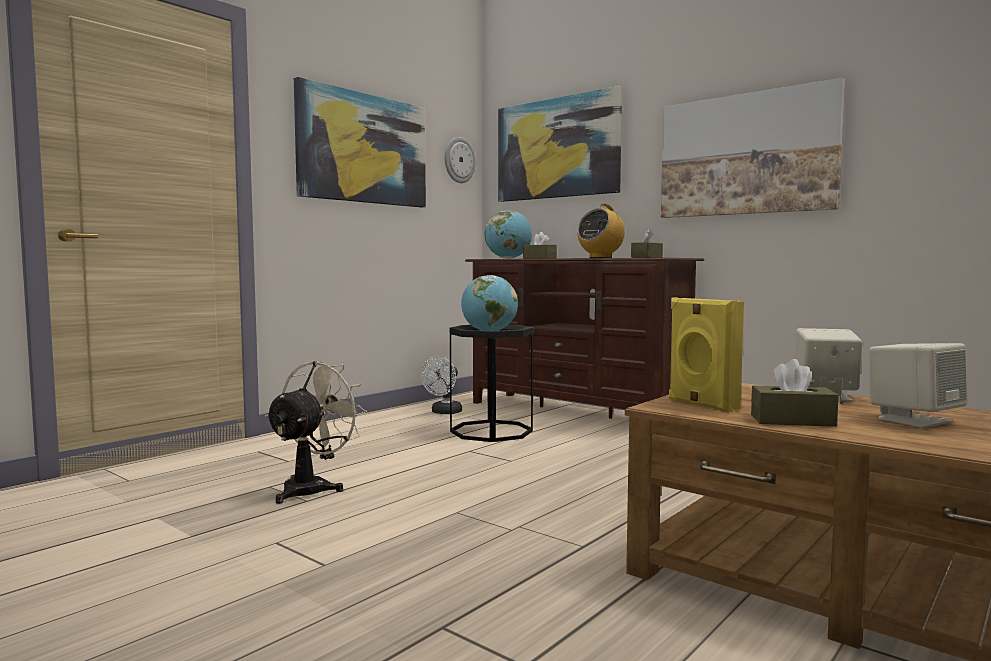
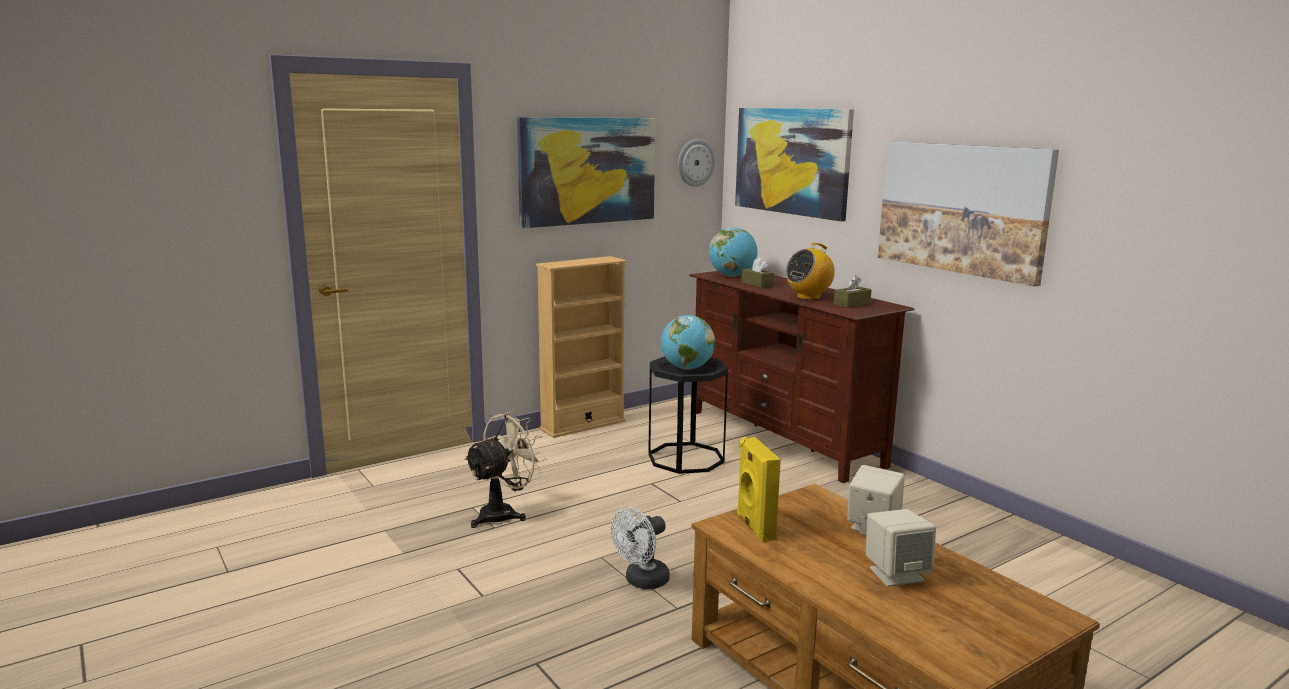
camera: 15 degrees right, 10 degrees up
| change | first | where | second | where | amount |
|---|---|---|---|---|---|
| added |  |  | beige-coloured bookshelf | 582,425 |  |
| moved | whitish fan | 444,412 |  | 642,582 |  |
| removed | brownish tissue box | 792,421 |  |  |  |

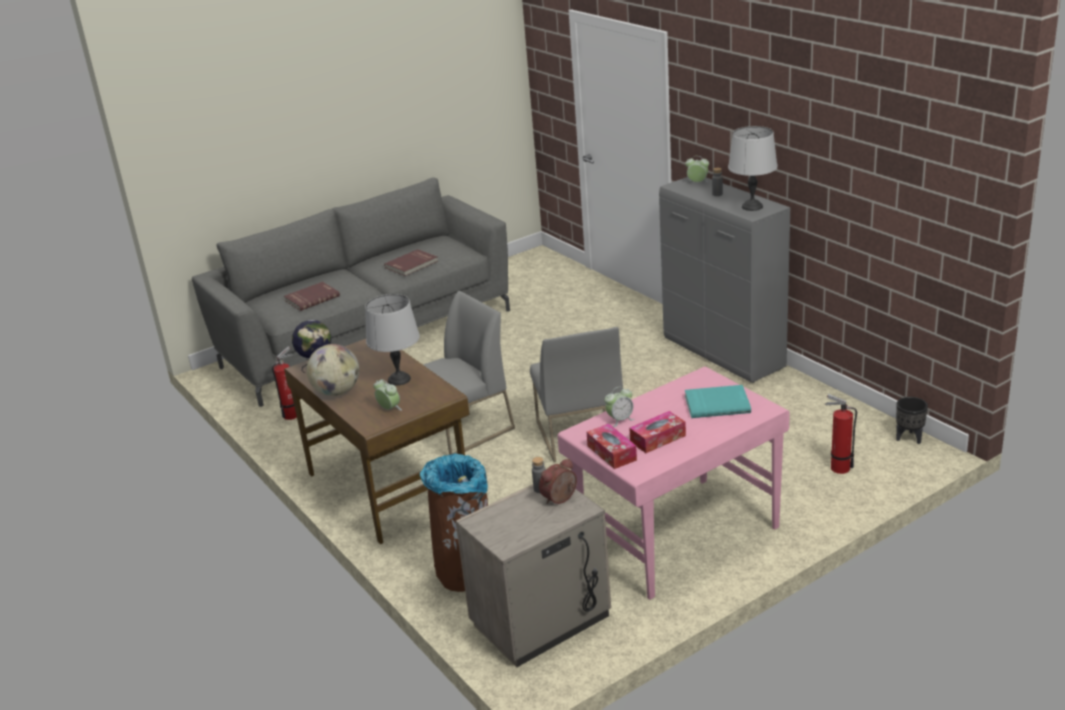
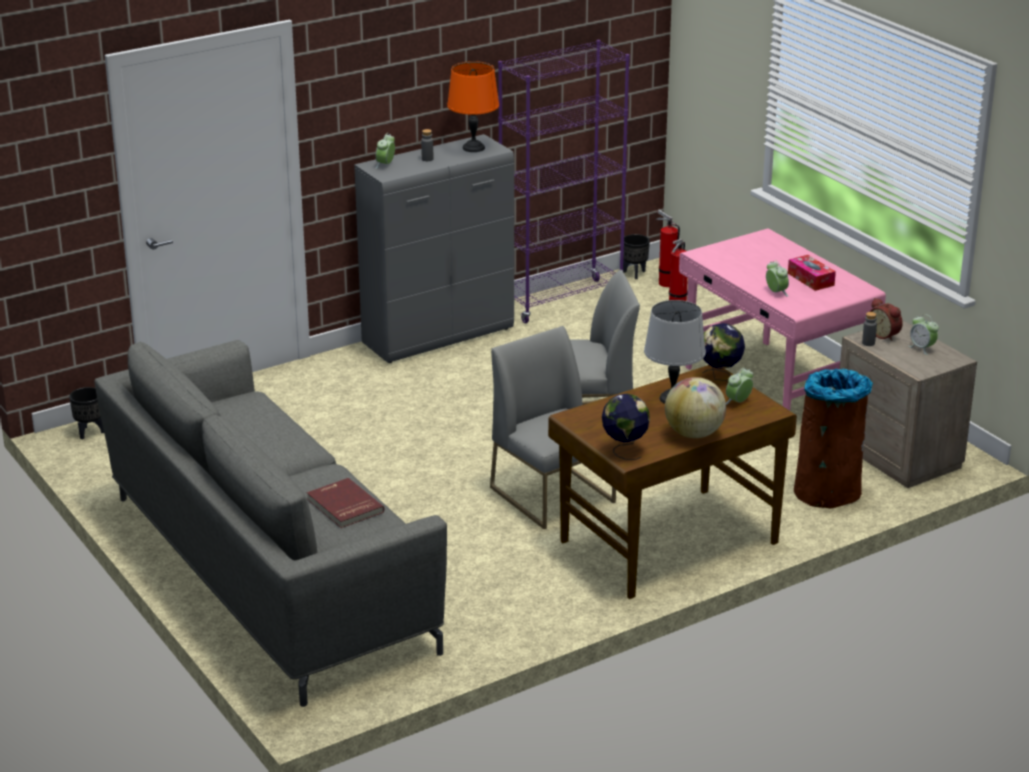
camera: 90 degrees left, 0 degrees up
| change | first | where | second | where | amount |
|---|---|---|---|---|---|
| added |  |  | blackish plant pot | 90,432 |  |
| recoloured | gray lamp for a table | 751,207 | orange-coloured lamp for a table | 473,148 |  |
| added |  |  | purplish bookshelf | 561,301 |  |
| moved | fire-fighting cylinder | 293,414 |  | 665,282 |  |
| added |  |  | globe | 720,377 |  |
| added |  |  | table clock | 922,348 |  |
| removed | reddish book | 412,264 |  |  |  |
| removed | tissue box | 611,453 |  |  |  |
| removed | blue-green book | 717,403 |  |  |  |

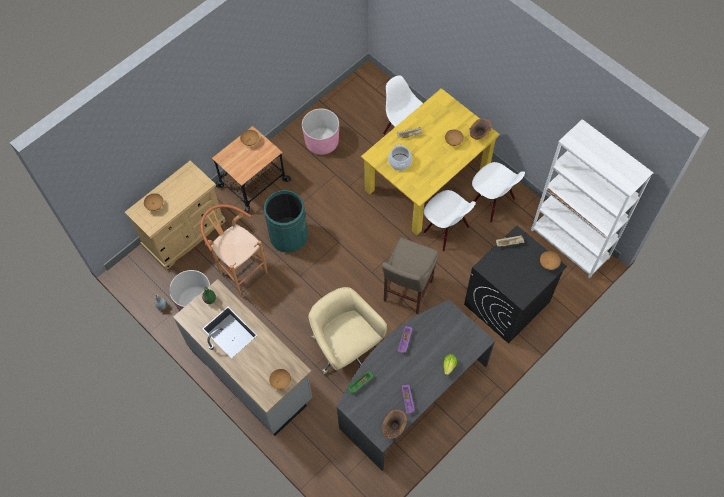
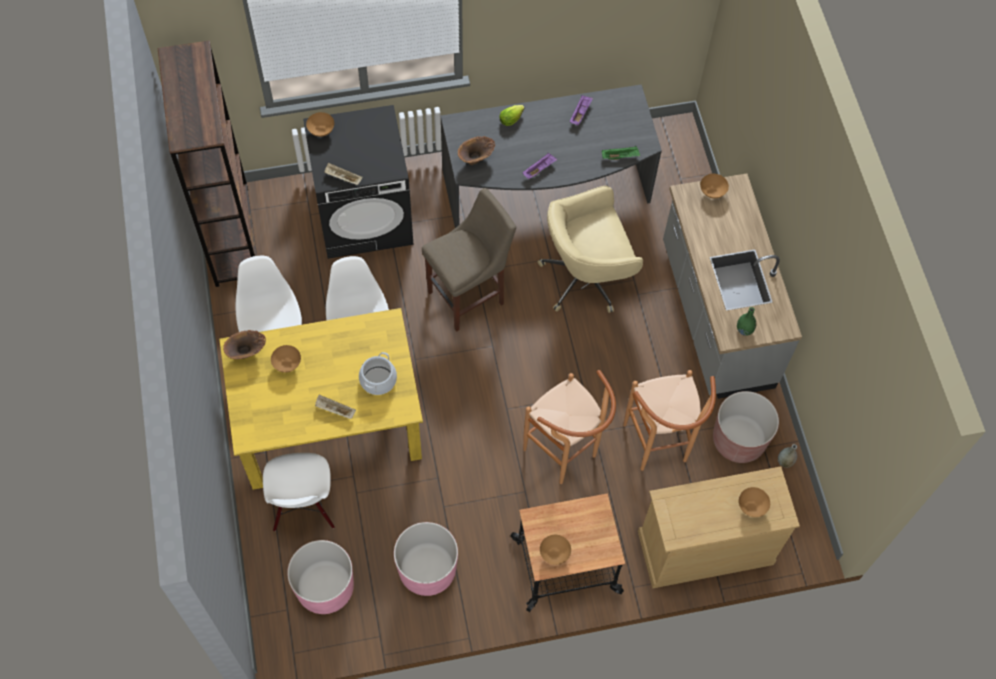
camera: 150 degrees left, 0 degrees up
| change | first | where | second | where | amount |
|---|---|---|---|---|---|
| recoloured | whitish bookshelf | 570,244 | brownish bookshelf | 232,236 |  |
| added |  |  | pink-coloured plant pot | 325,588 |  |
| moved | brownish flower vase | 393,428 |  | 476,159 |  |
| replaced | green rubbish bin | 288,236 | brownish stool | 565,456 |  |
| turned | beige-coloured computer chair | 346,349 |  | 586,277 | 75 degrees clockwise |

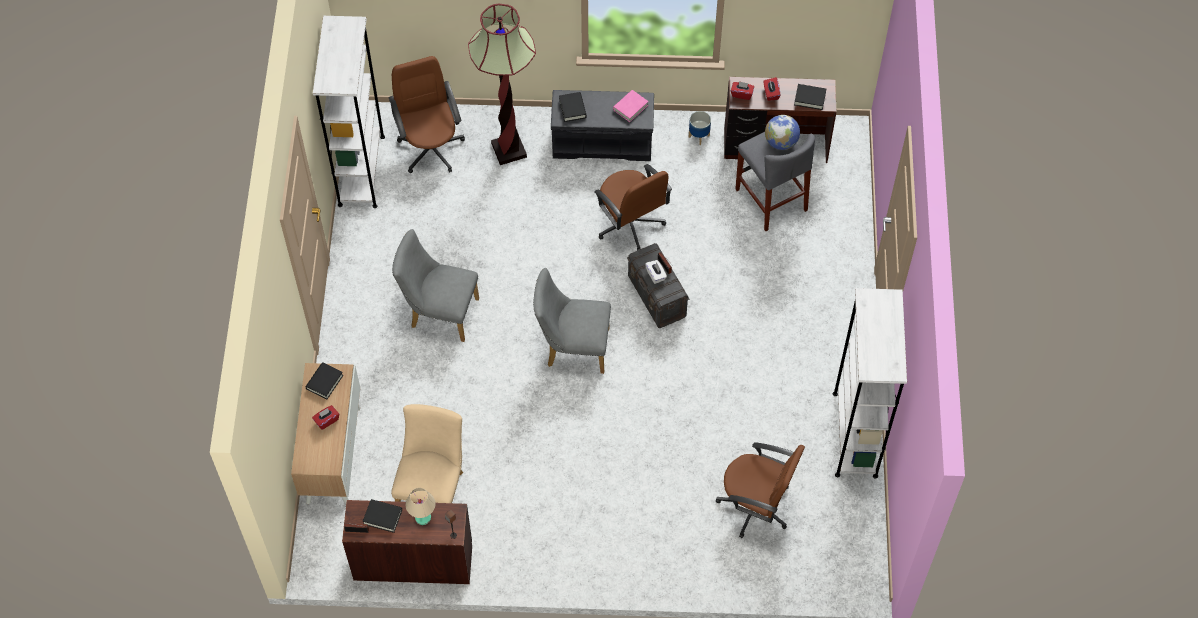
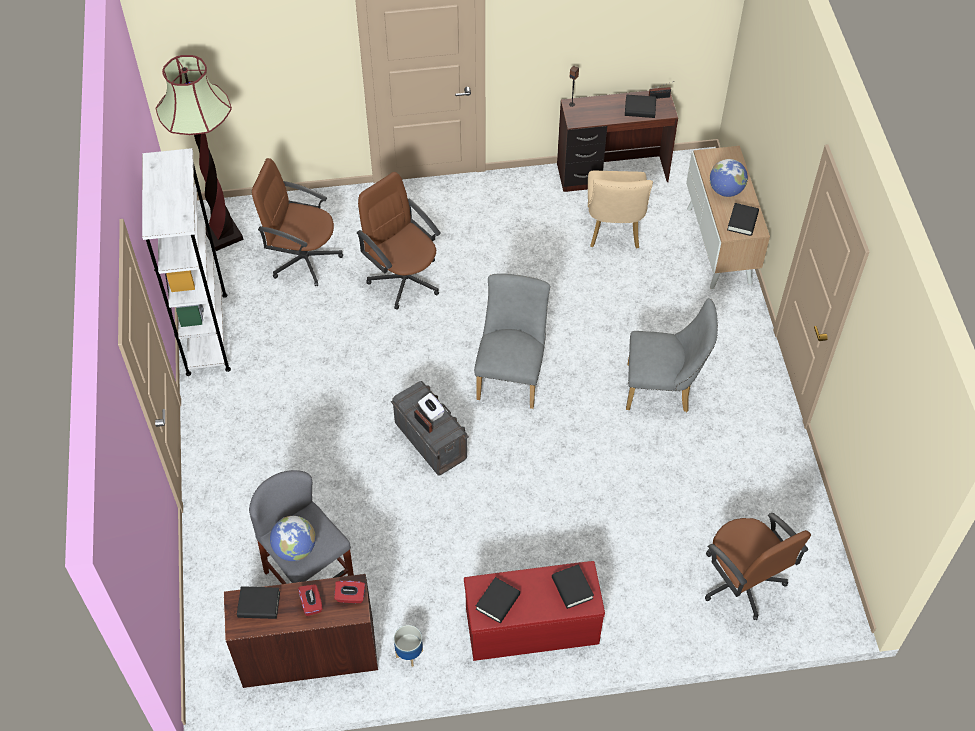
camera: 170 degrees right, 5 degrees down
| change | first | where | second | where | amount |
|---|---|---|---|---|---|
| moved | standing lamp | 509,150 |  | 223,235 |  |
| moved | brownish computer chair | 630,224 |  | 404,279 |  |
| recoloured | gray bench | 603,140 | reddish bench | 531,627 |  |
| turned | gray chair | 572,347 |  | 511,374 | 75 degrees counterclockwise |
| recoloured | pink-coloured book | 630,107 | blackish book | 498,602 |  |
| replaced | reddish tissue box | 326,420 | globe | 726,190 |  |
| removed | whitish bookshelf | 361,170 |  |  |  |
| removed | beige-coloured lamp for a table | 423,517 |  |  |  |

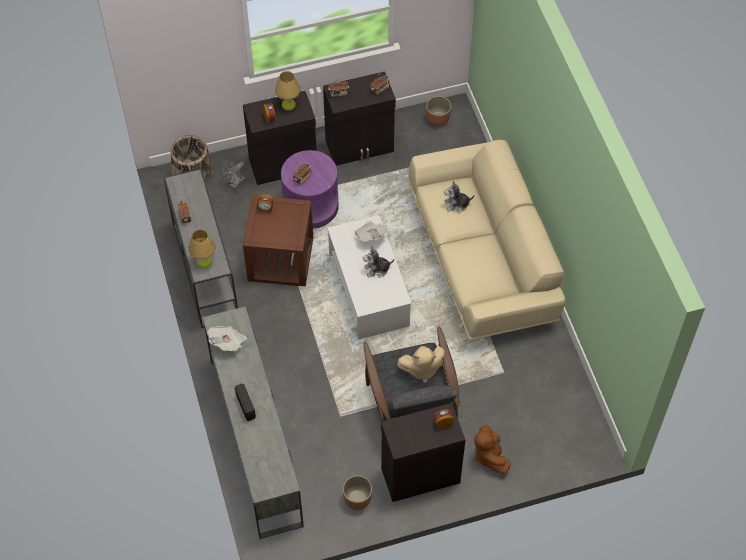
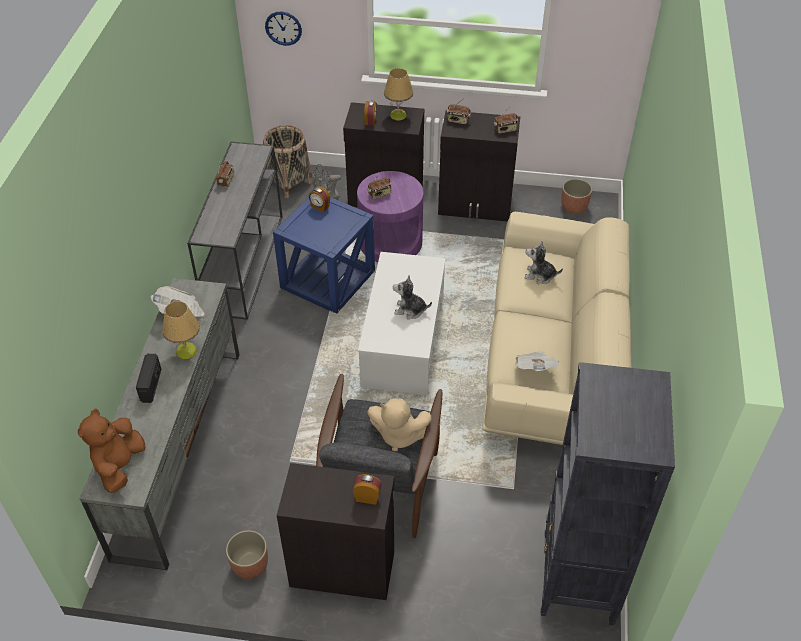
camera: 25 degrees right, 10 degrees down
| change | first | where | second | where | amount |
|---|---|---|---|---|---|
| moved | brownish cuddly toy | 489,456 |  | 119,466 |  |
| moved | lamp for a table | 204,261 |  | 186,351 |  |
| added |  |  | wall clock | 283,28 |  |
| recoloured | brownish accent table | 280,259 | bluish accent table | 328,279 |  |
| moved | printed paper | 370,236 |  | 535,368 |  |
| added |  |  | blackish bookshelf | 577,579 |  |

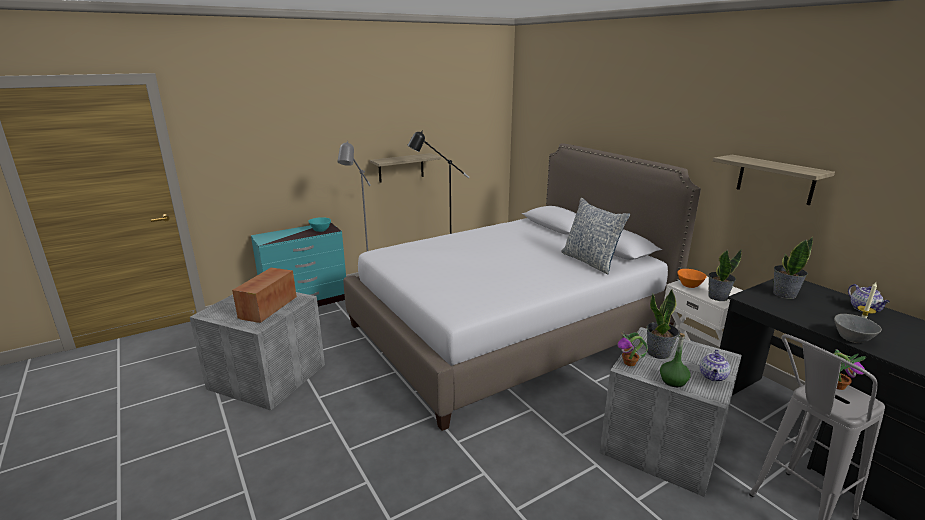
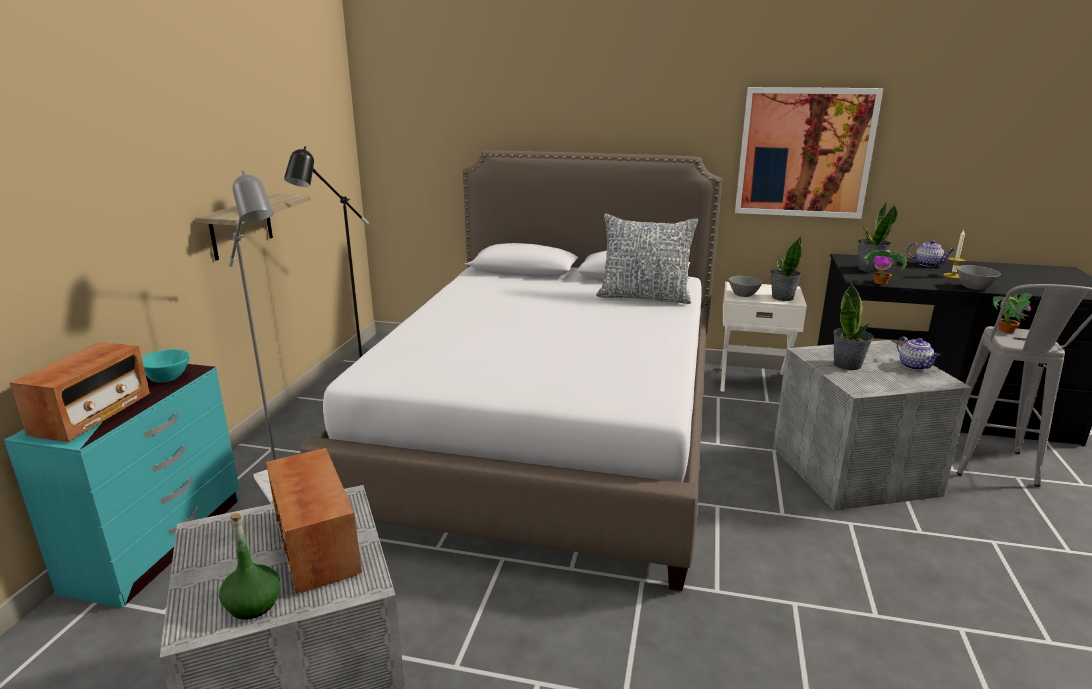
camera: 45 degrees left, 0 degrees up
| change | first | where | second | where | amount |
|---|---|---|---|---|---|
| added |  |  | radio set | 92,415 |  |
| moved | green drink bottle | 673,381 |  | 253,604 |  |
| recoloured | orange-coloured serving bowl | 689,285 | gray serving bowl | 743,295 |  |
| replaced | wall shelf | 775,179 | wall art | 804,153 |  |
| moved | plant in a pot | 630,363 |  | 881,282 |  |

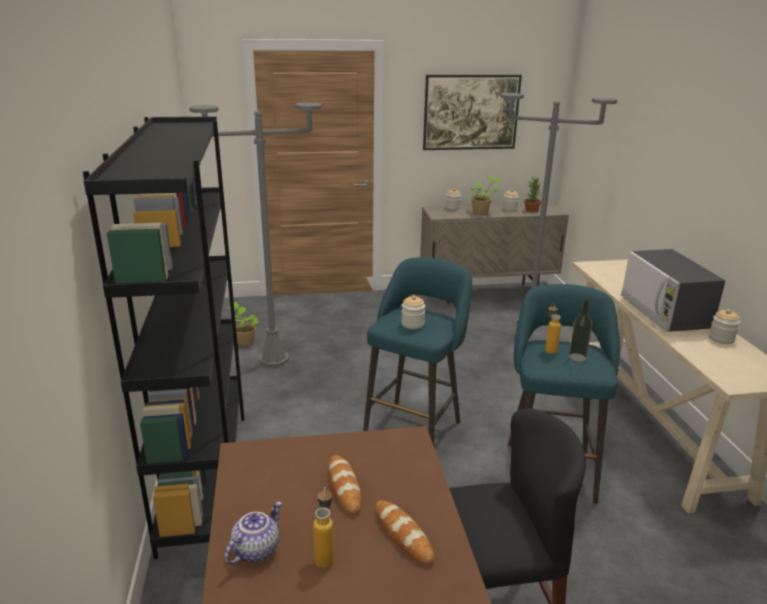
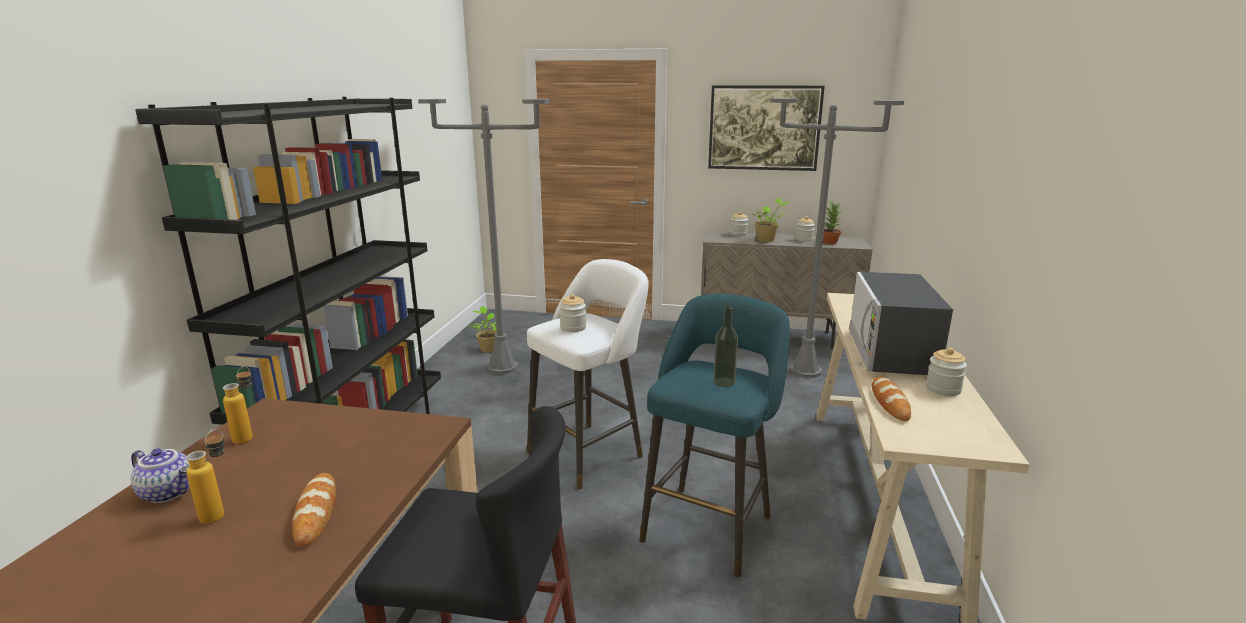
camera: 20 degrees right, 5 degrees down
| change | first | where | second | where | amount |
|---|---|---|---|---|---|
| turned | teapot | 255,550 |  | 170,492 | 60 degrees clockwise |
| moved | drink bottle | 549,349 |  | 249,436 |  |
| recoloured | blue-green stool | 415,426 | whitish stool | 590,452 |  |
| moved | bread | 344,487 |  | 889,402 |  |

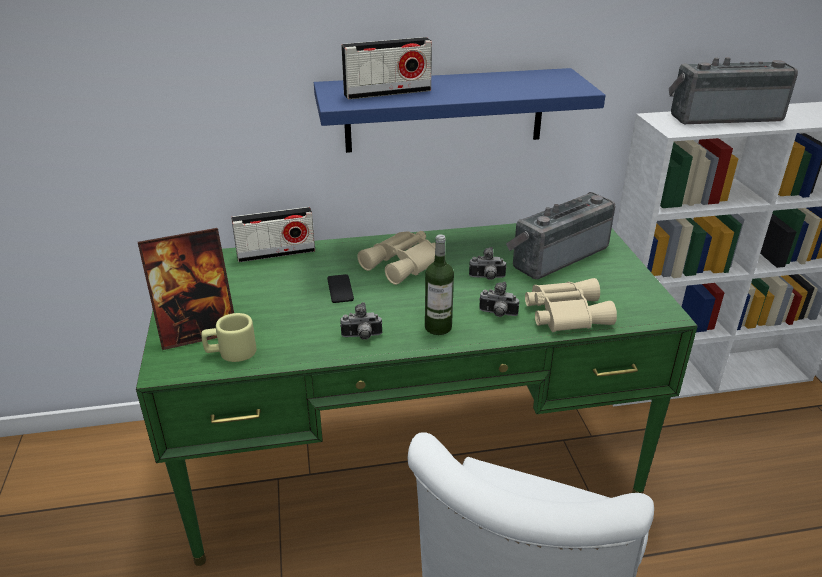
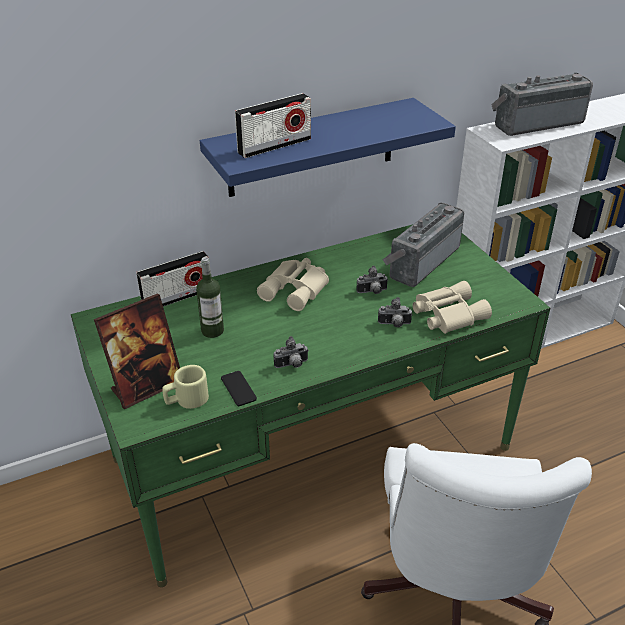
camera: 15 degrees left, 5 degrees up
| change | first | where | second | where | amount |
|---|---|---|---|---|---|
| moved | drink bottle | 438,327 |  | 212,331 |  |
| moved | handset | 340,289 |  | 238,389 |  |

